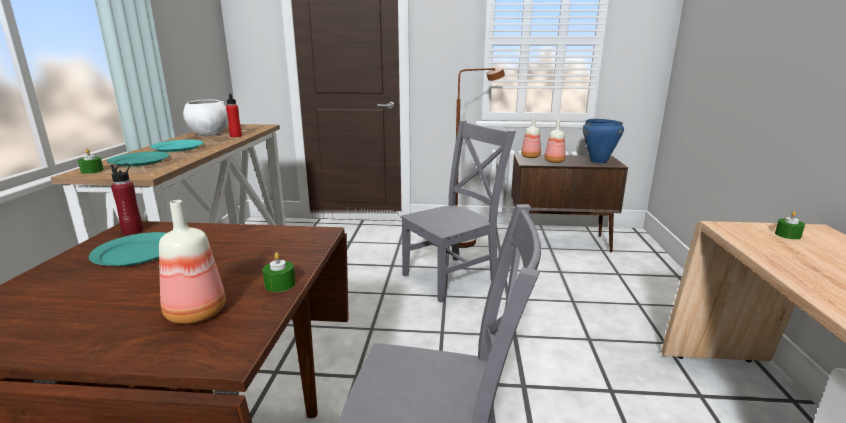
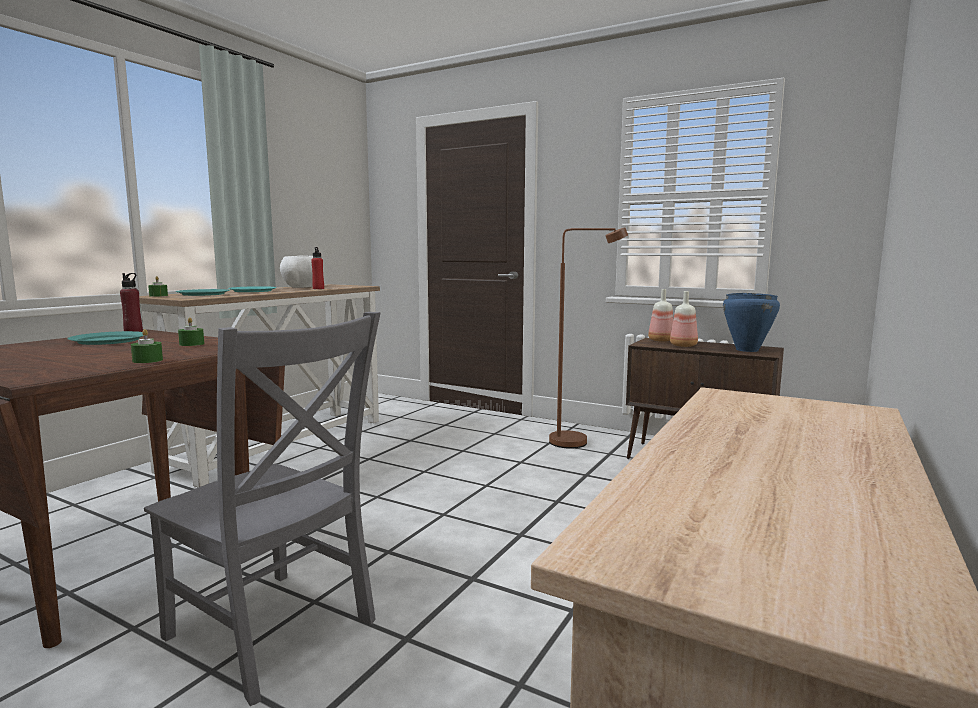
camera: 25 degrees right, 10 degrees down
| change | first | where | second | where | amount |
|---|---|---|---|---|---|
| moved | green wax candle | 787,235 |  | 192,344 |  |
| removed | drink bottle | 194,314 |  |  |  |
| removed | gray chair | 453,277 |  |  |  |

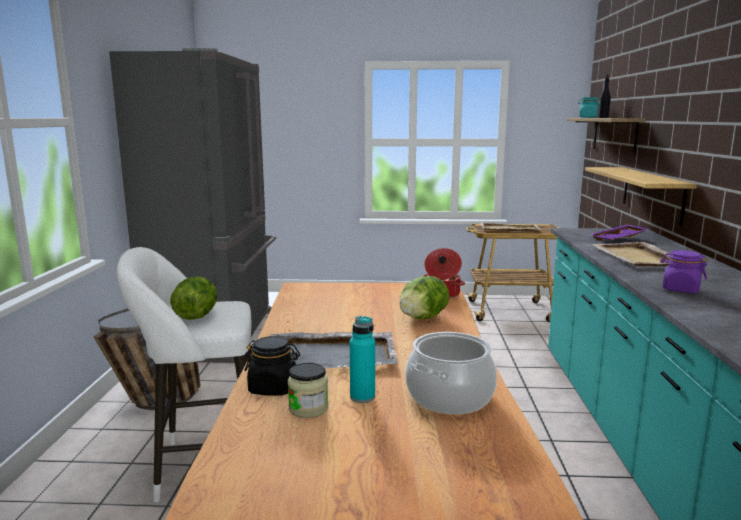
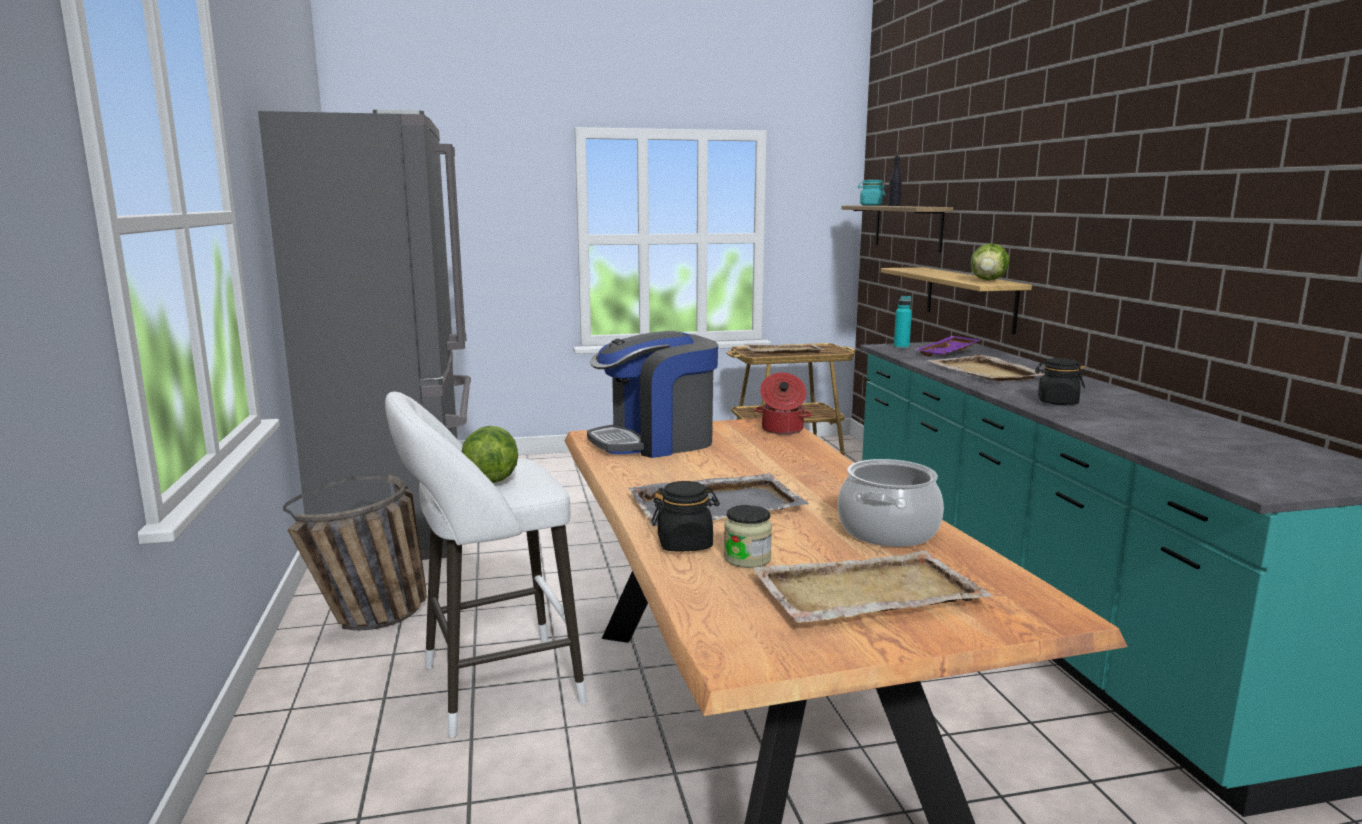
camera: 15 degrees left, 0 degrees up
| change | first | where | second | where | amount |
|---|---|---|---|---|---|
| added |  |  | coffee brewer | 655,442 |  |
| added |  |  | beige-coloured tray | 864,593 |  |
| moved | blue-green drink bottle | 362,397 |  | 901,347 |  |
| moved | lettuce head | 422,318 |  | 987,280 |  |
| recoloured | purplish jar | 680,289 | blackish jar | 1057,402 |  |

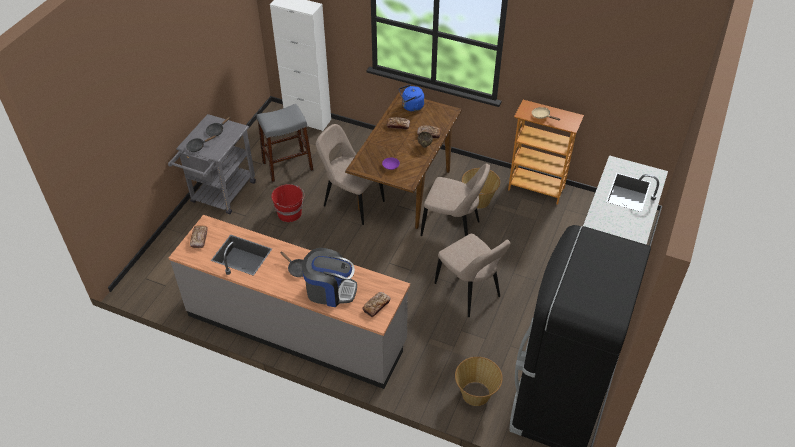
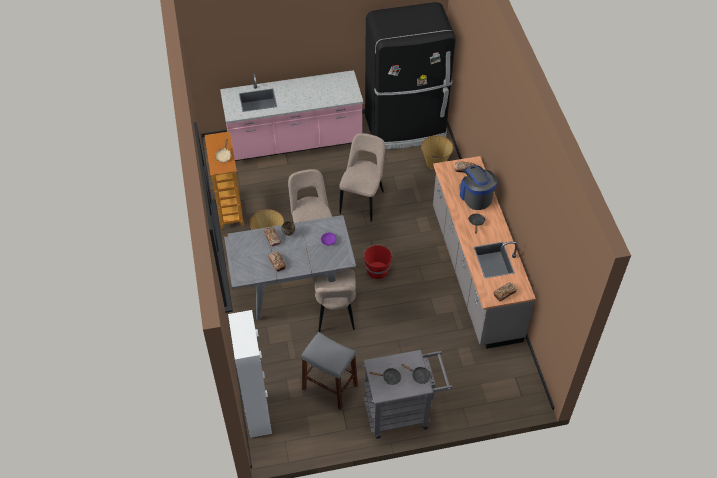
camera: 125 degrees left, 5 degrees up
| change | first | where | second | where | amount |
|---|---|---|---|---|---|
| recoloured | brownish dining table | 405,189 | gray dining table | 292,288 |  |
| moved | reddish pail | 290,213 |  | 377,269 |  |
| removed | bluish water kettle | 411,107 |  |  |  |

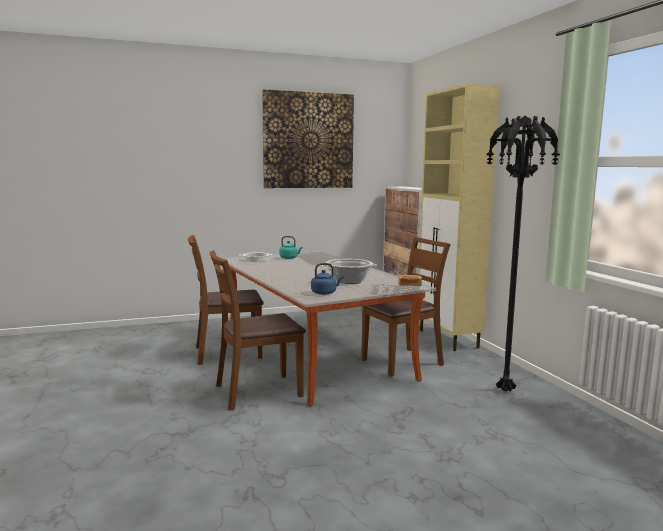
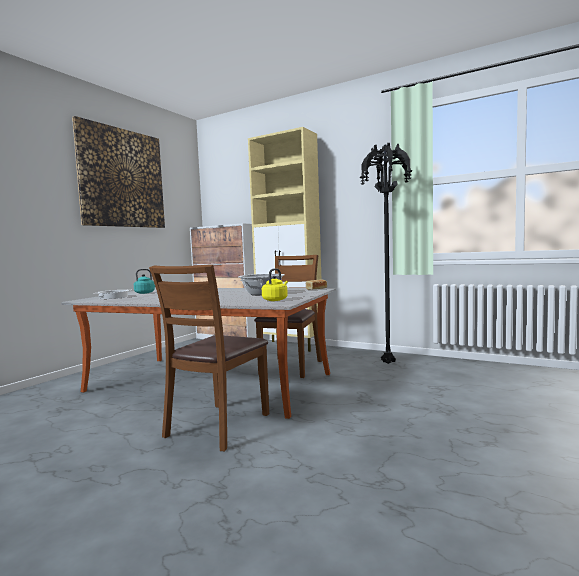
camera: 40 degrees left, 5 degrees down
| change | first | where | second | where | amount |
|---|---|---|---|---|---|
| recoloured | bluish water kettle | 325,293 | yellow water kettle | 276,300 |  |
| removed | brownish chair | 227,353 |  |  |  |

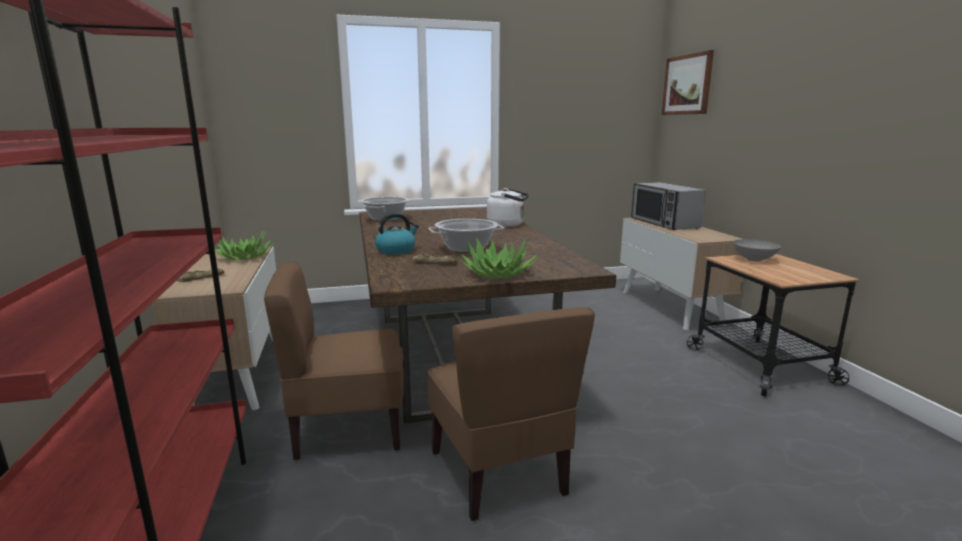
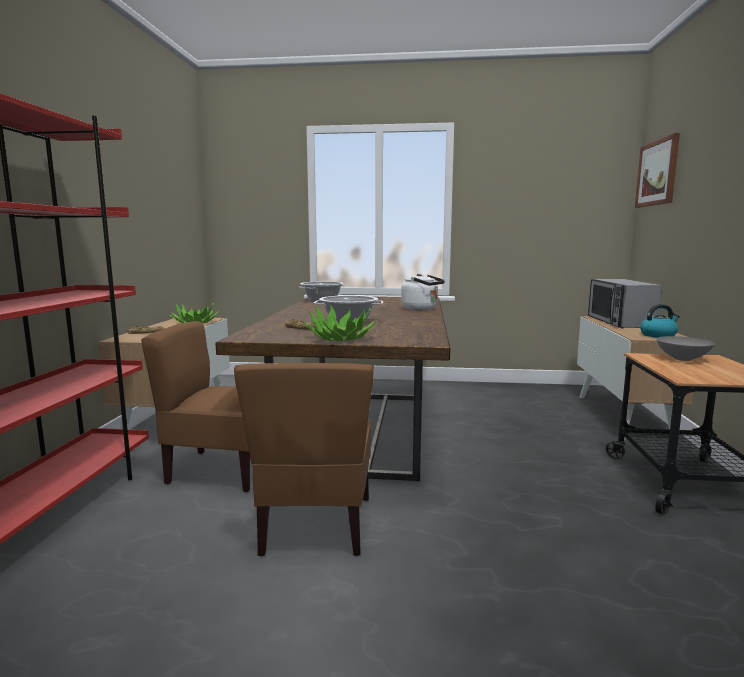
camera: 20 degrees right, 5 degrees down
| change | first | where | second | where | amount |
|---|---|---|---|---|---|
| moved | water kettle | 396,250 |  | 658,335 |  |

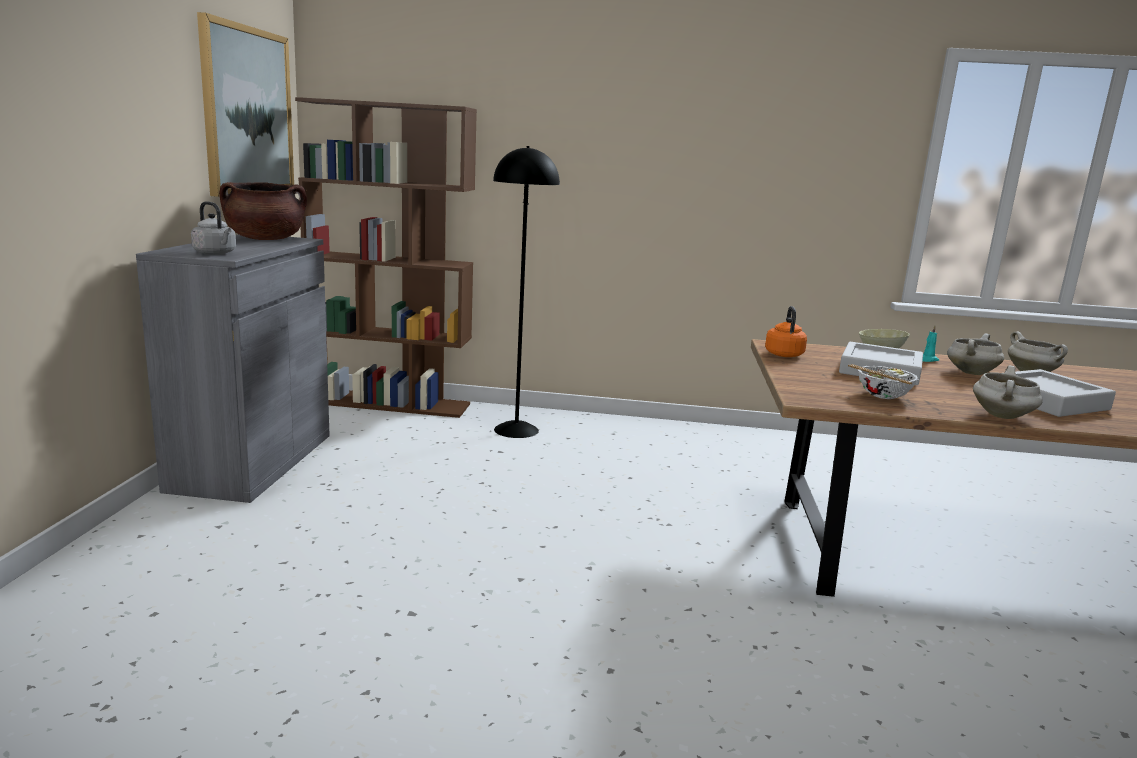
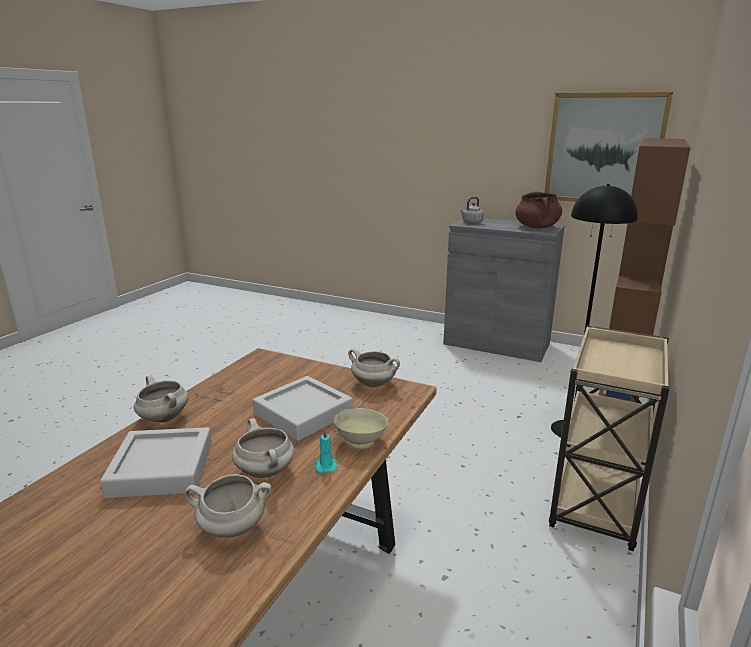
camera: 110 degrees right, 5 degrees up
| change | first | where | second | where | amount |
|---|---|---|---|---|---|
| replaced | orange-coloured water kettle | 783,354 | whitish cooking pot | 374,384 |  |
| added |  |  | beige-coloured wheeled cart | 595,505 |  |
| removed | serving bowl | 882,396 |  |  |  |

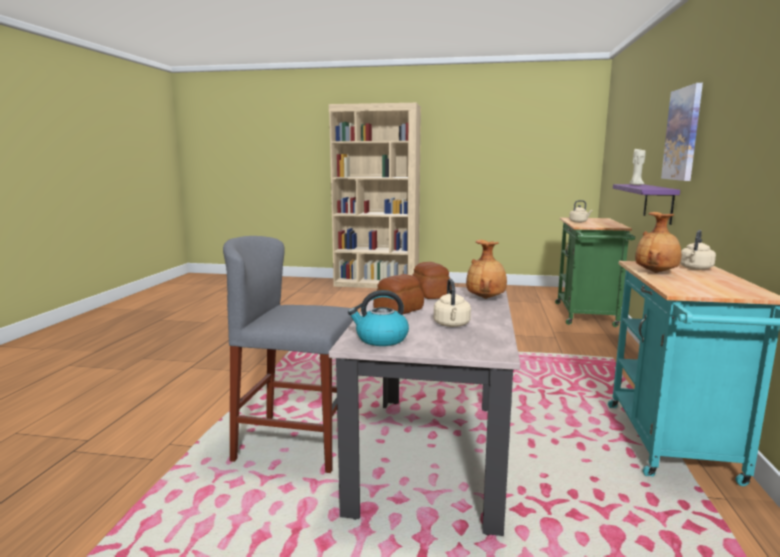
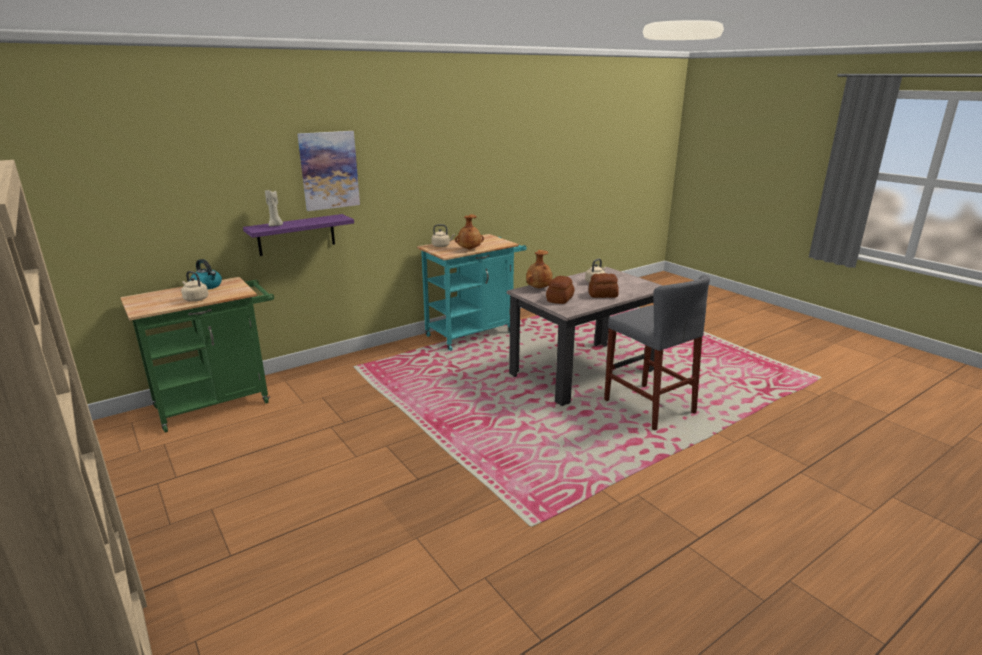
camera: 135 degrees left, 10 degrees up
| change | first | where | second | where | amount |
|---|---|---|---|---|---|
| moved | water kettle | 381,339 |  | 207,286 |  |

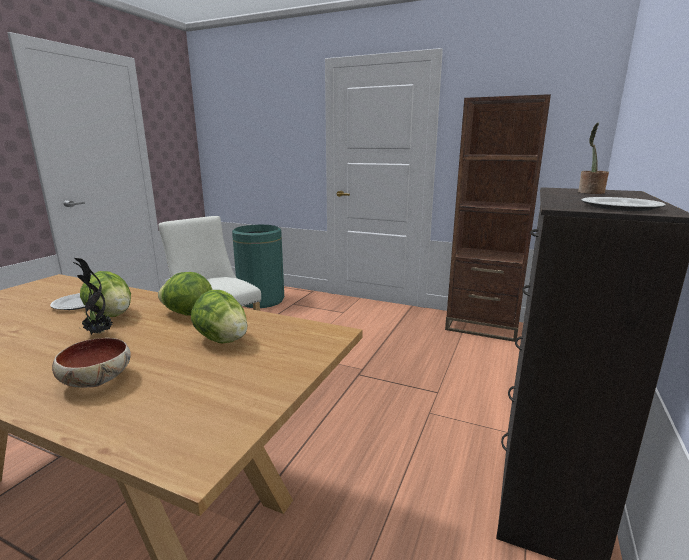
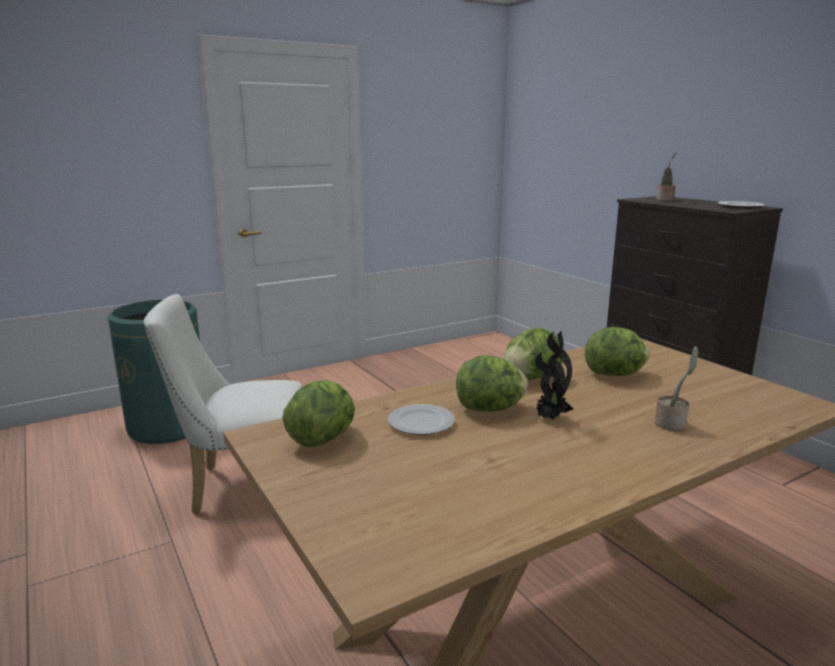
camera: 55 degrees left, 0 degrees up
| change | first | where | second | where | amount |
|---|---|---|---|---|---|
| added |  |  | lettuce head | 323,438 |  |
| replaced | serving bowl | 96,380 | plant in a pot | 672,424 |  |
| removed | brownish bookshelf | 482,327 |  |  |  |

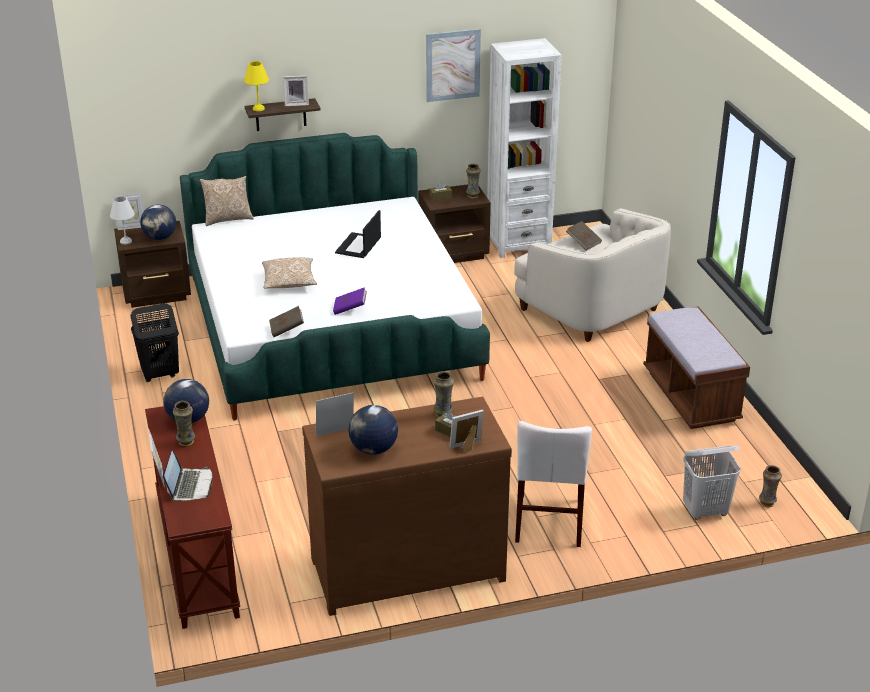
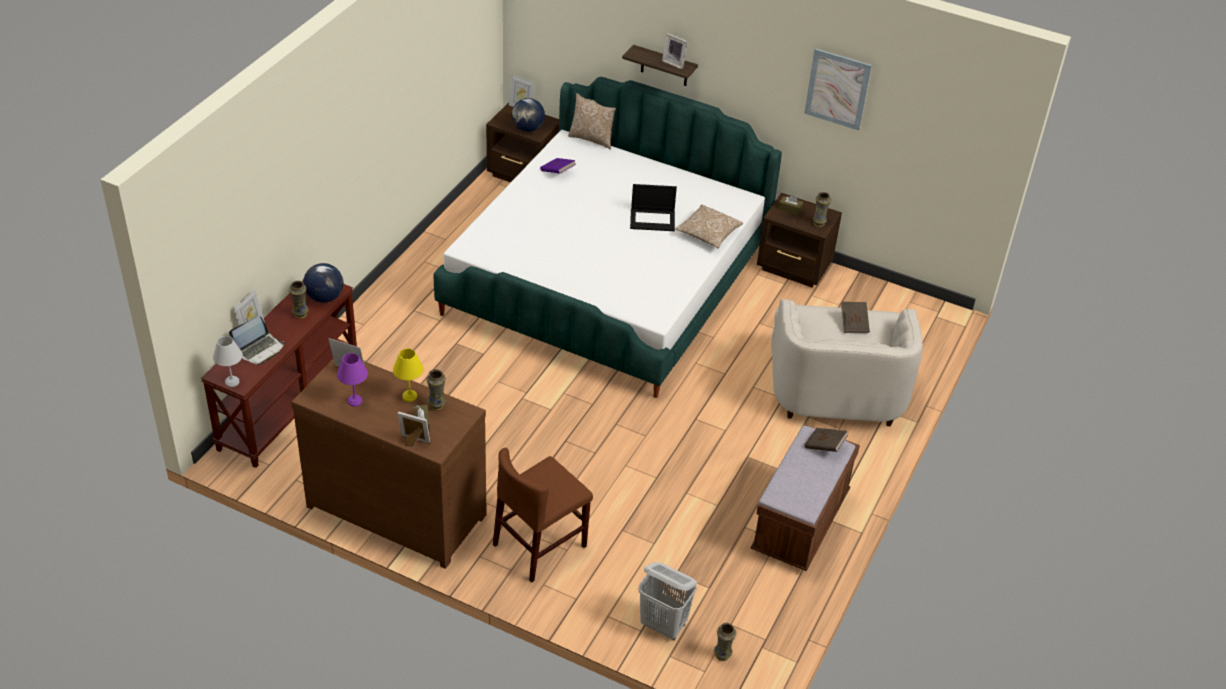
camera: 40 degrees right, 10 degrees up
| change | first | where | second | where | amount |
|---|---|---|---|---|---|
| moved | whitish lamp for a table | 126,241 |  | 232,381 |  |
| replaced | globe | 373,449 | purplish lamp for a table | 354,400 |  |
| moved | yellow lamp for a table | 258,109 |  | 409,396 |  |
| recoloured | whitish chair | 549,520 | brownish chair | 540,545 |  |
| moved | purplish book | 350,309 |  | 557,172 |  |
| turned | notebook computer | 358,246 |  | 653,220 | 150 degrees counterclockwise |
| moved | cushion | 289,282 |  | 708,234 |  |
| moved | brownish book | 286,329 |  | 824,446 |  |
| removed | blackish laundry basket | 159,375 |  |  |  |
| removed | whitish bookshelf | 518,244 |  |  |  |

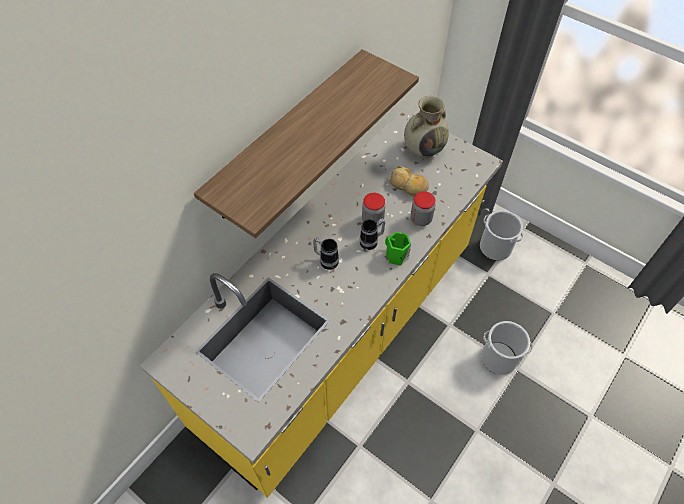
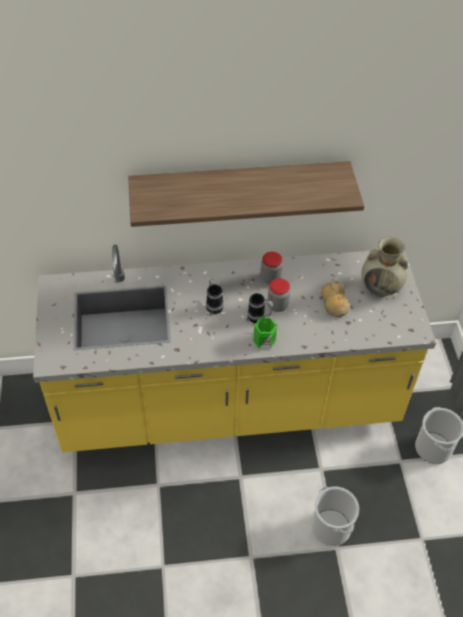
camera: 45 degrees right, 5 degrees down
| change | first | where | second | where | amount |
|---|---|---|---|---|---|
| moved | jar | 421,219 |  | 270,278 |  |

